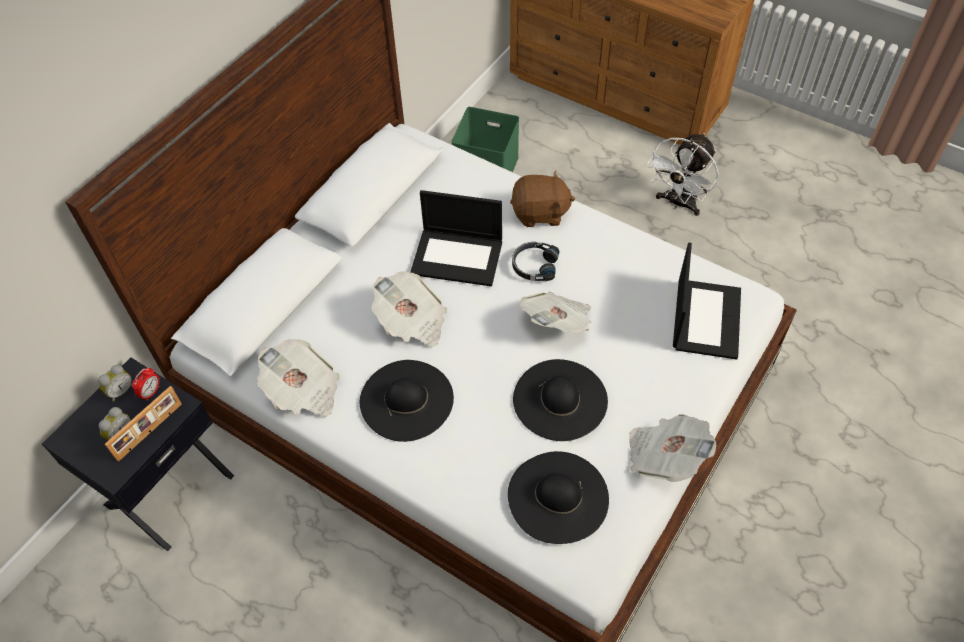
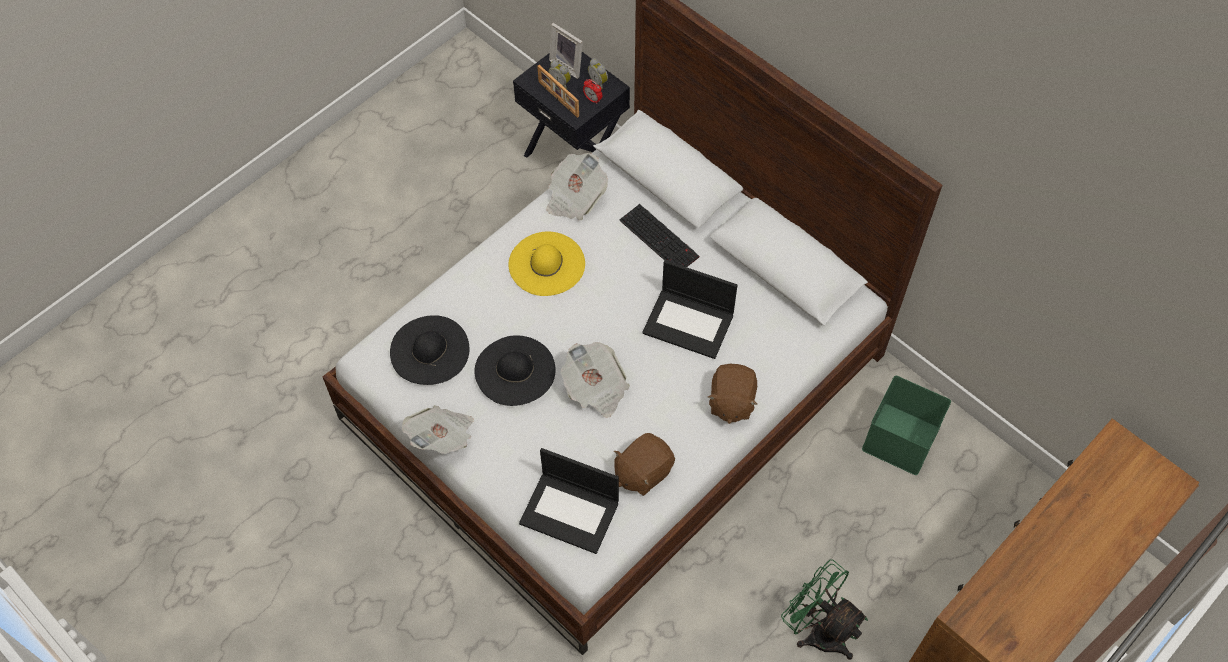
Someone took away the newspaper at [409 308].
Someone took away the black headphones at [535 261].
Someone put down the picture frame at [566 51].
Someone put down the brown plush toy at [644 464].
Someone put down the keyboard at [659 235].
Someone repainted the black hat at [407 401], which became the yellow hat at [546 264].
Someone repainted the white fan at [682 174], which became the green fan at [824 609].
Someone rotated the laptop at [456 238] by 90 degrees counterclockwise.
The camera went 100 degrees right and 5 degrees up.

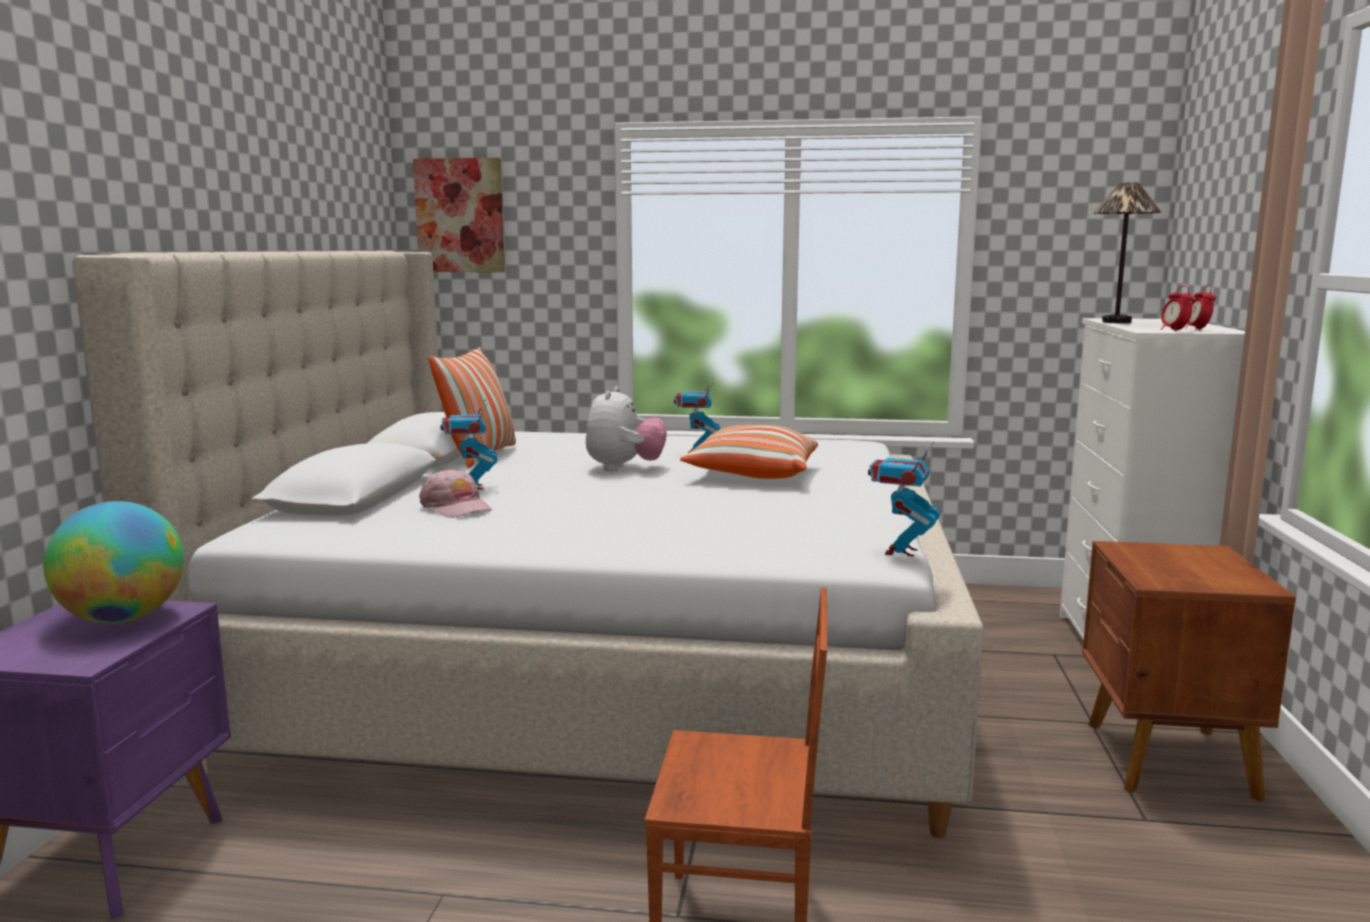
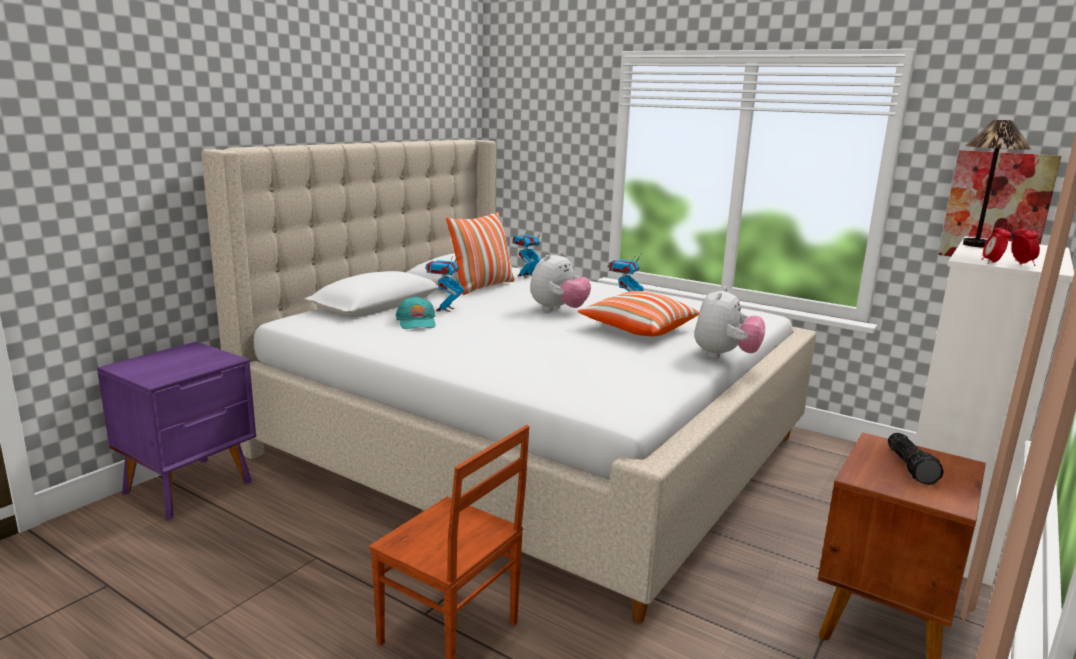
Someone took away the globe at [113 562].
Someone put down the plush toy at [730 322].
Someone put down the flashlight at [916 459].
Someone carried the picture from [459 215] to [999 203].
Someone carried the toy robot from [904 499] to [527 253].
Someone repainted the pink cap at [455 493], which became the turquoise cap at [415 312].
Someone rotated the alarm clock at [1201 308] by 150 degrees clockwise.
The camera went 25 degrees right and 5 degrees up.

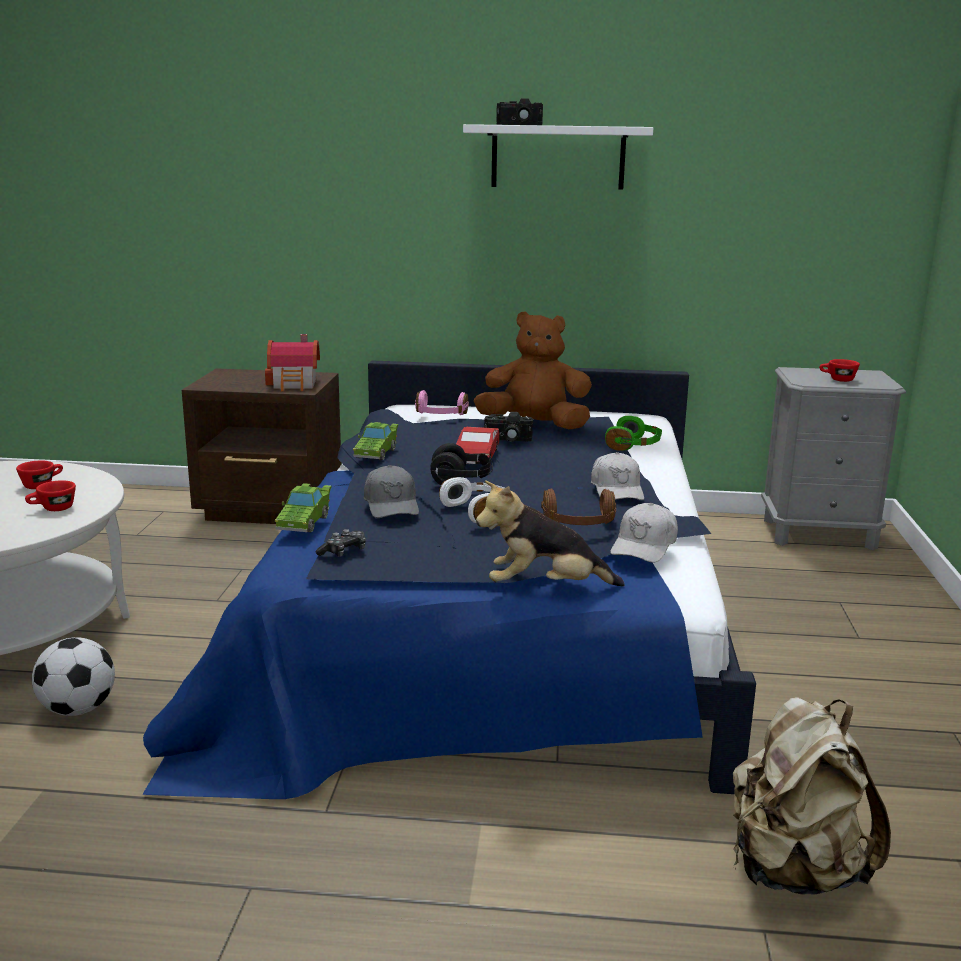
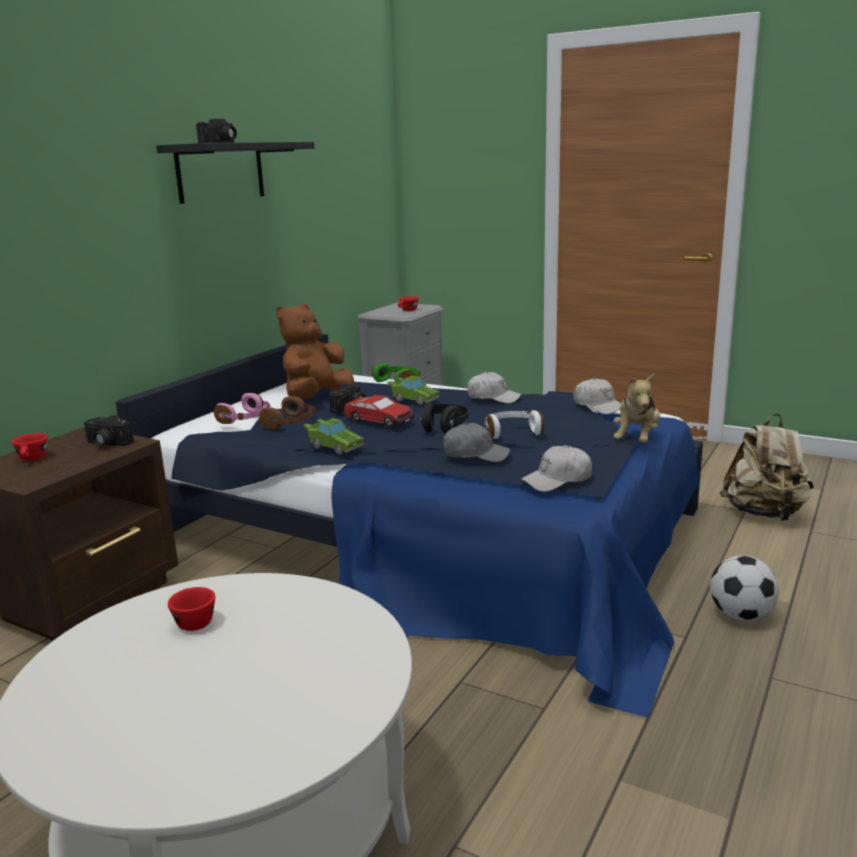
Someone carried the red cup from [50 495] to [30 447].
Someone carried the football from [73 676] to [744 588].
Someone carried the green toy car from [303 507] to [413 390].
Someone carried the brown headphones from [578 506] to [287 412].
Someone swapped the toy house at [292 362] for the photo camera at [109 431].
Someone swapped the game controller at [341 543] for the white cap at [557 468].
Someone repainted the white shelf at [558 157], which became the black shelf at [235 173].
The camera went 65 degrees left and 0 degrees up.

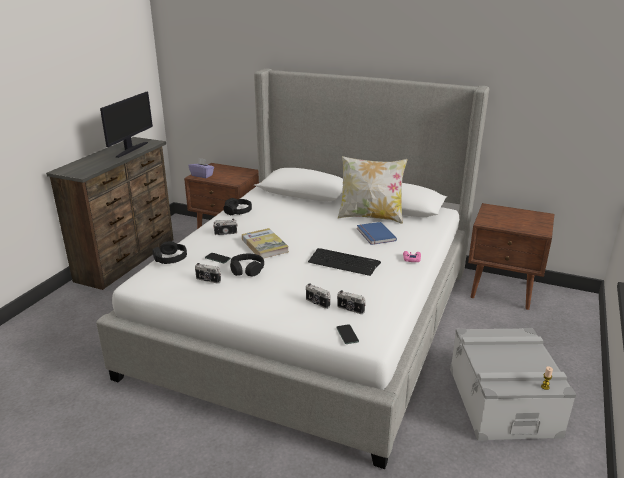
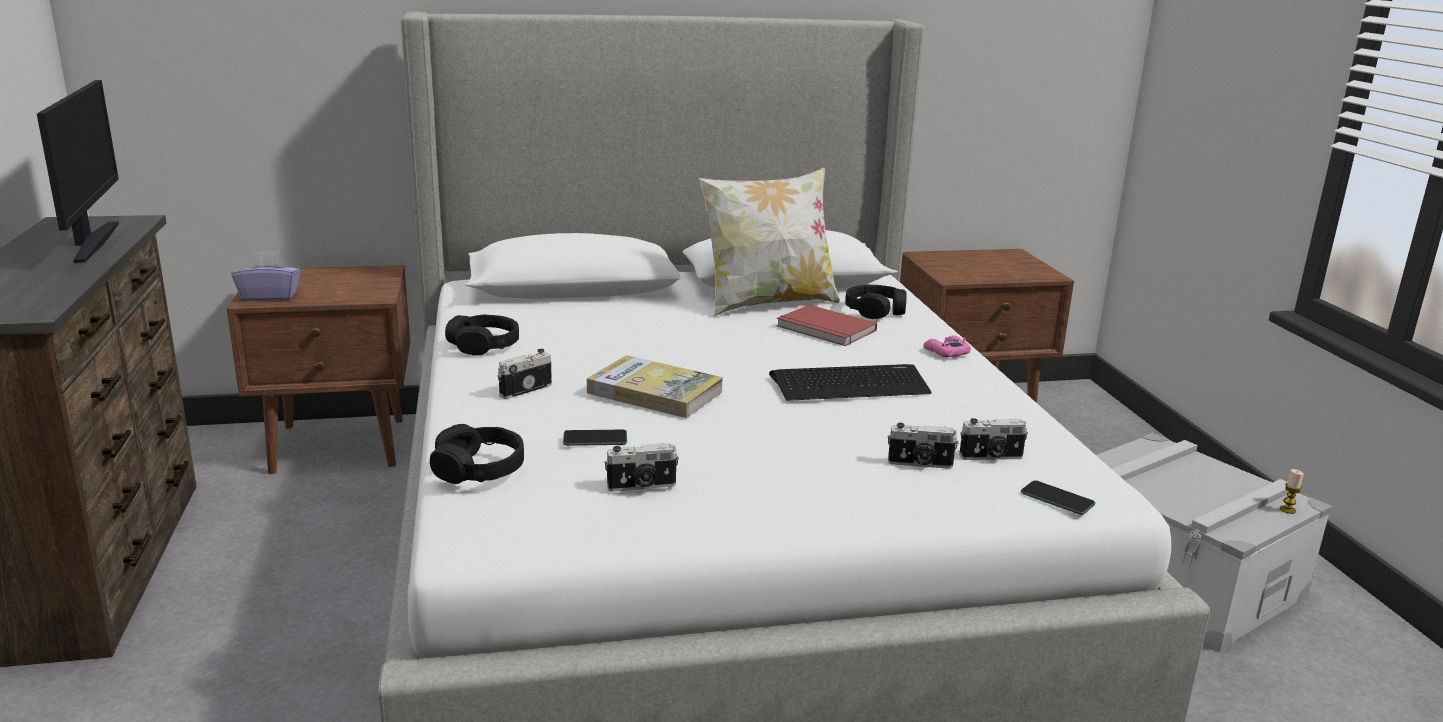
Someone carried the black headphones from [247 265] to [876 302].
Someone repainted the blue book at [377 233], which became the red book at [826 325].
The camera went 35 degrees left and 5 degrees down.

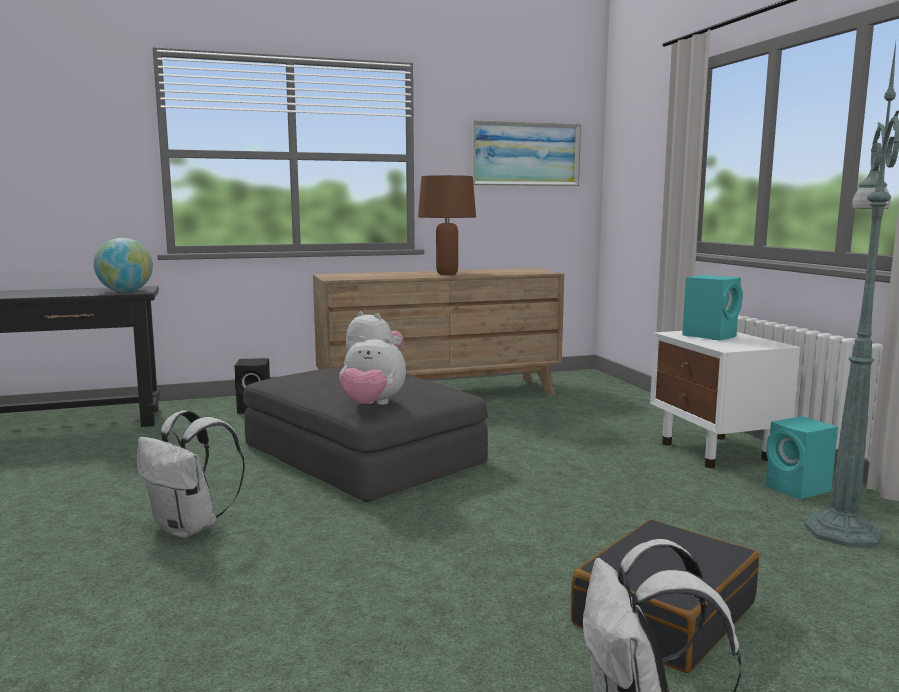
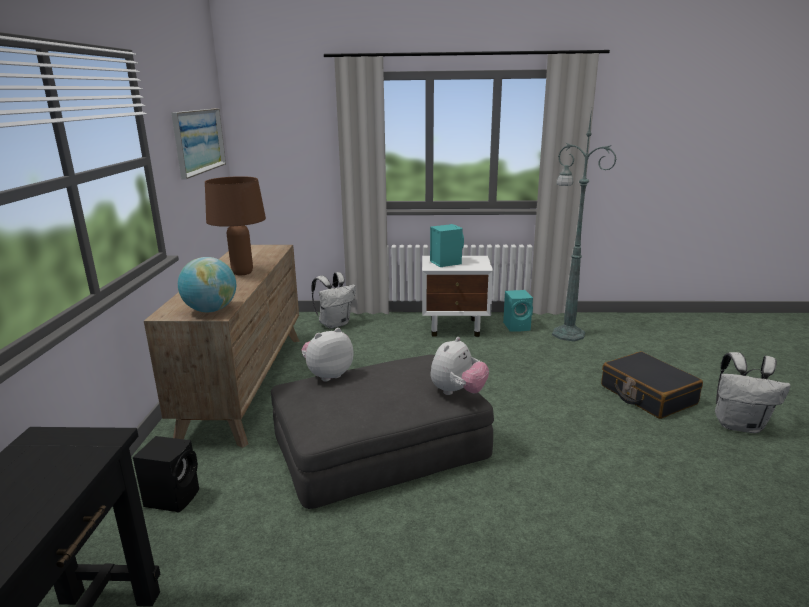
Someone carried the globe from [123 265] to [207 284].
Someone carried the white backpack from [191 474] to [333 300].
The camera went 70 degrees left and 10 degrees up.

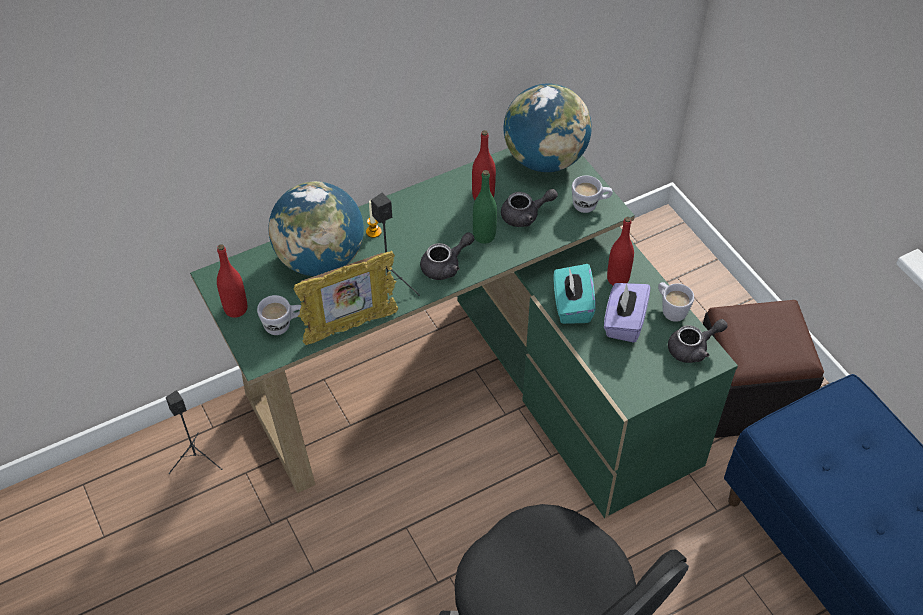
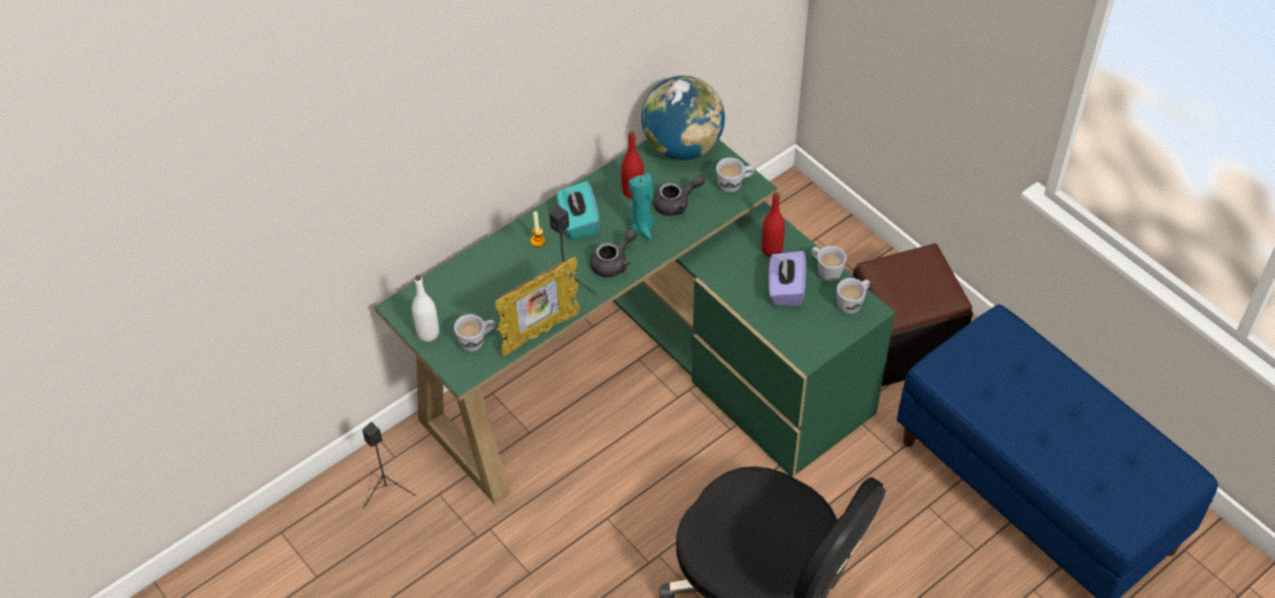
Someone took away the globe at [316 228].
Someone carried the turquoise tissue box from [575 294] to [578 210].
Someone swapped the green bottle at [485 207] for the turquoise candle at [642 206].
Someone swapped the grey teapot at [698 341] for the white mug at [853 296].
Someone repainted the red bottle at [232 281], which became the white bottle at [425 308].
The camera went 10 degrees left and 0 degrees up.

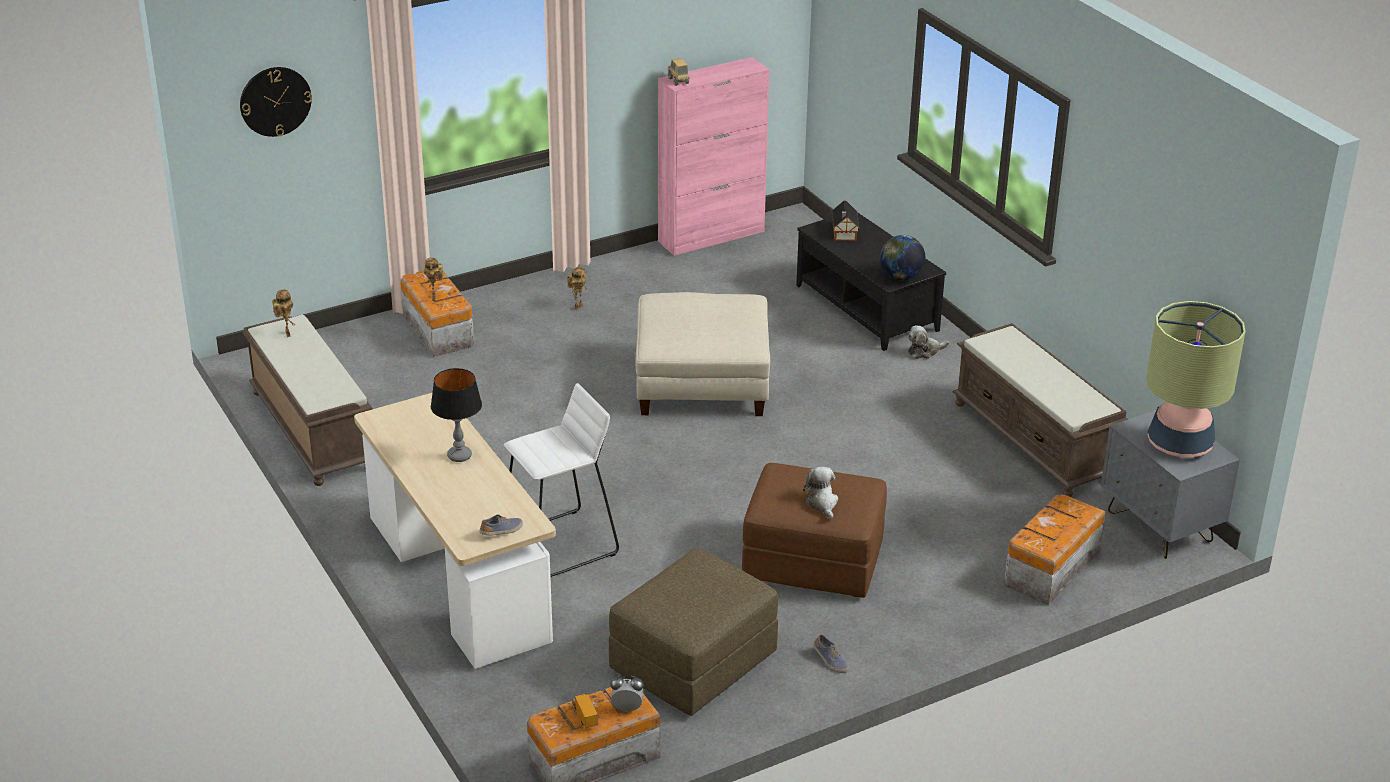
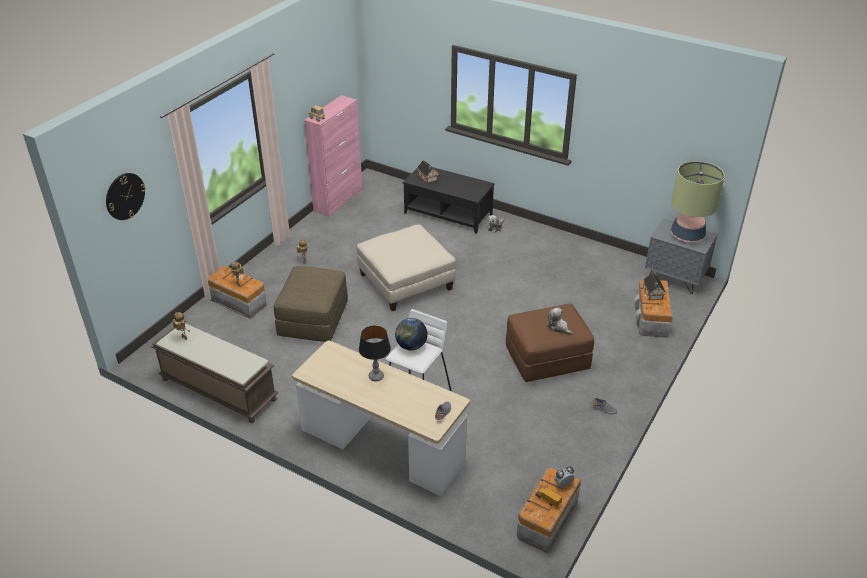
Someone took away the brown bench at [1040 410].
Someone put down the toy house at [654 286].
Someone carried the brown ottoman from [693 632] to [311 304].
Someone carried the globe from [903 257] to [411 334].
The camera went 30 degrees left and 5 degrees up.

